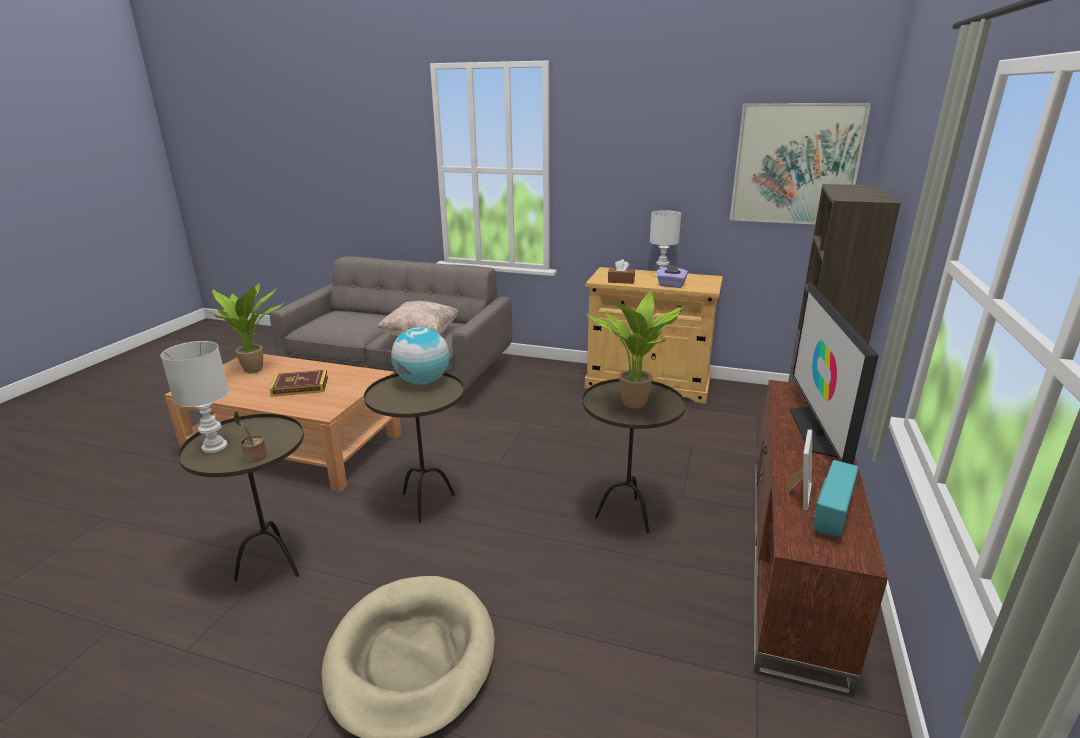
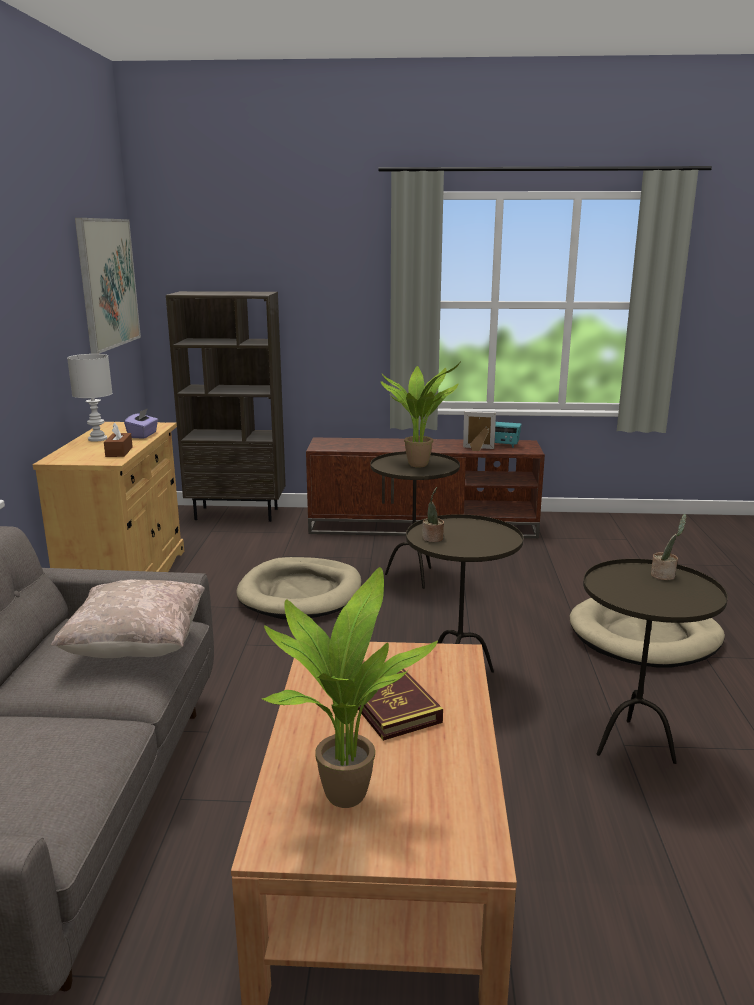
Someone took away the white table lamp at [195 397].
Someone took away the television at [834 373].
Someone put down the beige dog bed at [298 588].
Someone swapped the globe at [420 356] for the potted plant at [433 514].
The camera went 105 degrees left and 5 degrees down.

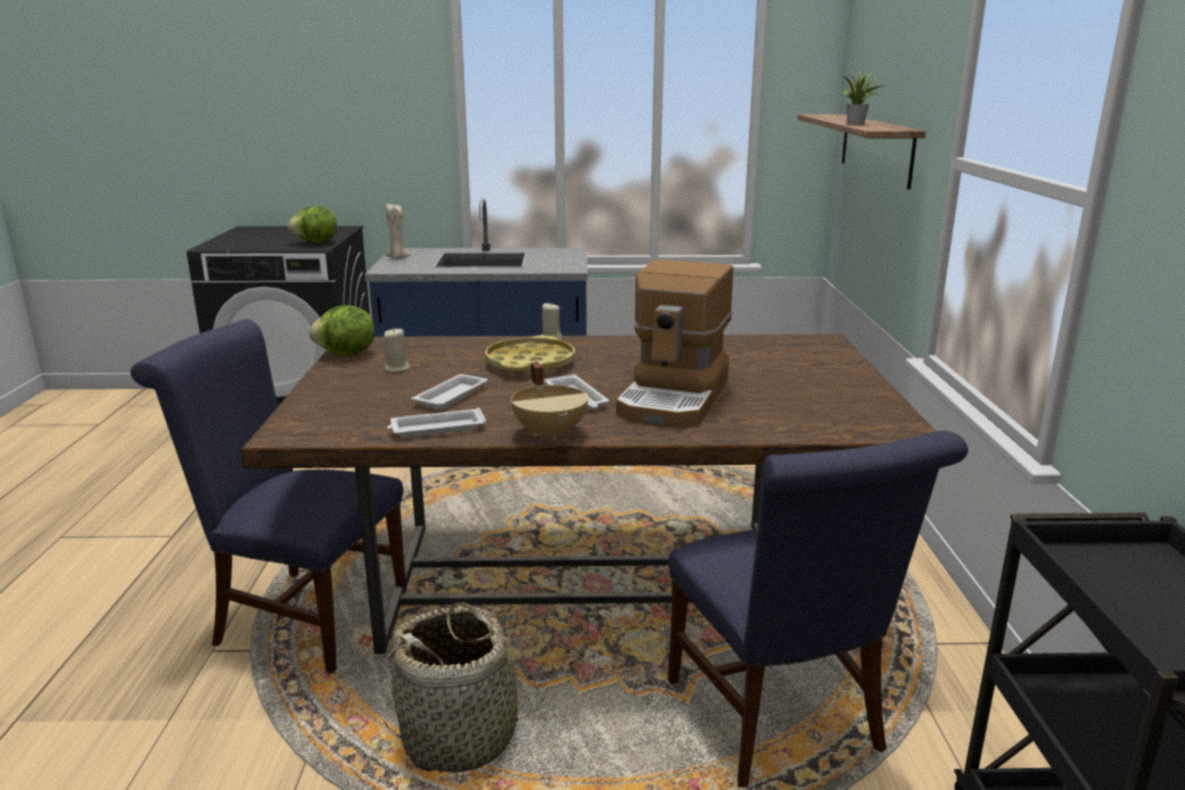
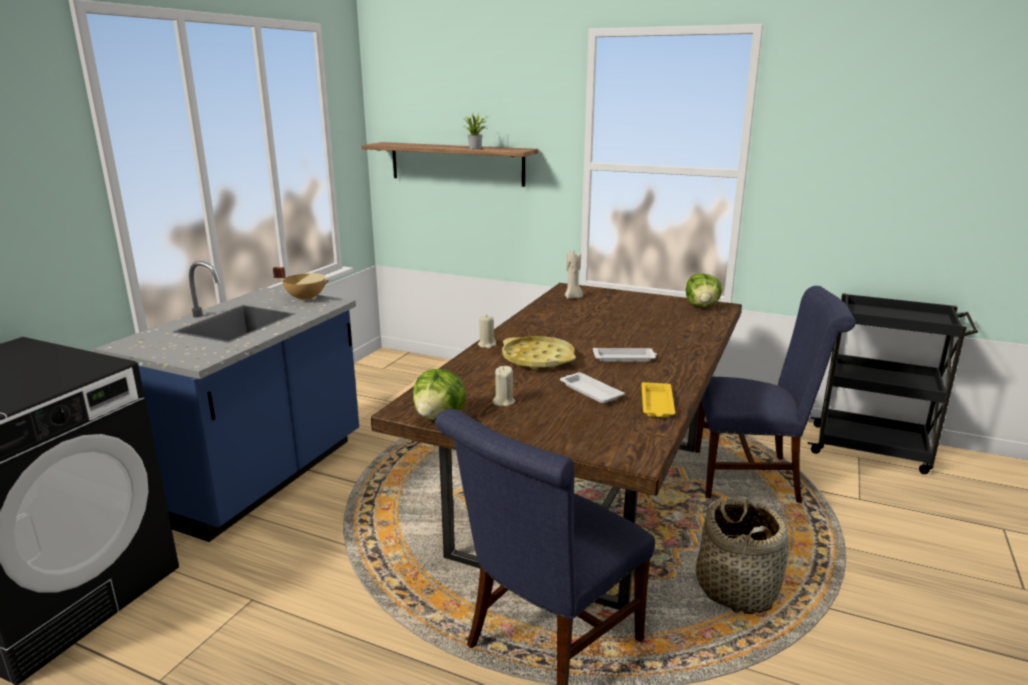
Someone took away the coffee machine at [675 343].
Someone carried the lettuce from [312 224] to [704 290].
Someone carried the beige candle from [398 231] to [574 275].
Someone carried the beige cooking pot from [550 401] to [301 284].
Someone repainted the white tray at [436 423], which became the yellow tray at [658 399].
The camera went 65 degrees left and 0 degrees up.

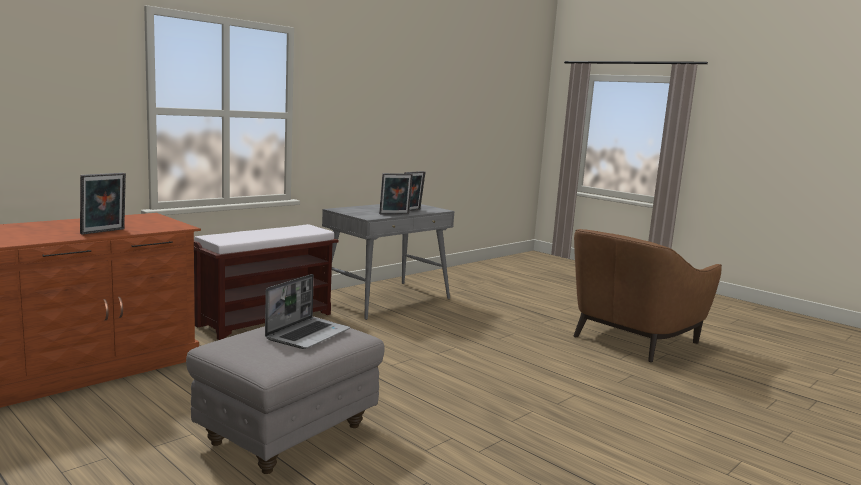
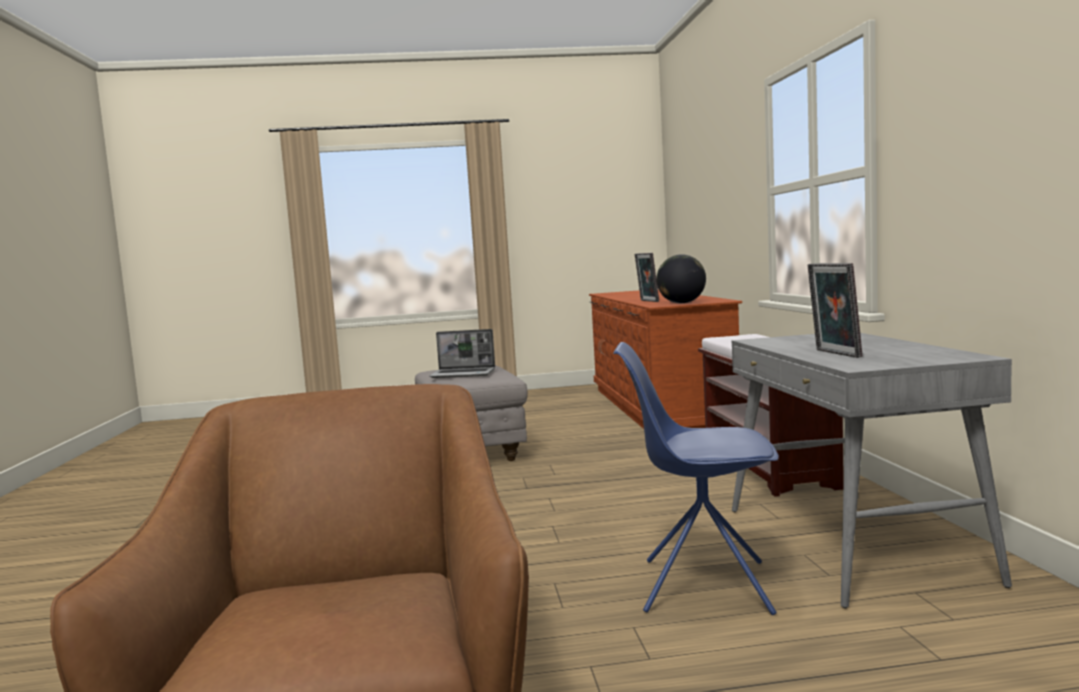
Someone took away the picture frame at [396 194].
Someone put down the blue chair at [696 478].
Someone put down the globe at [681 278].
Someone rotated the laptop at [307 311] by 60 degrees counterclockwise.
The camera went 130 degrees right and 5 degrees down.

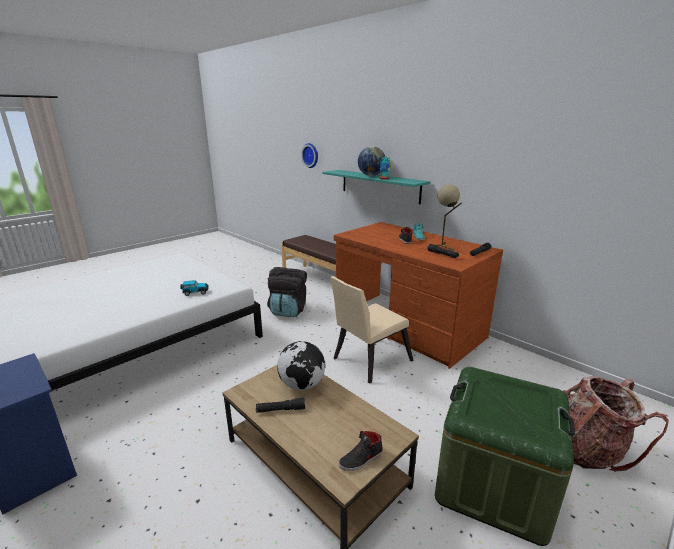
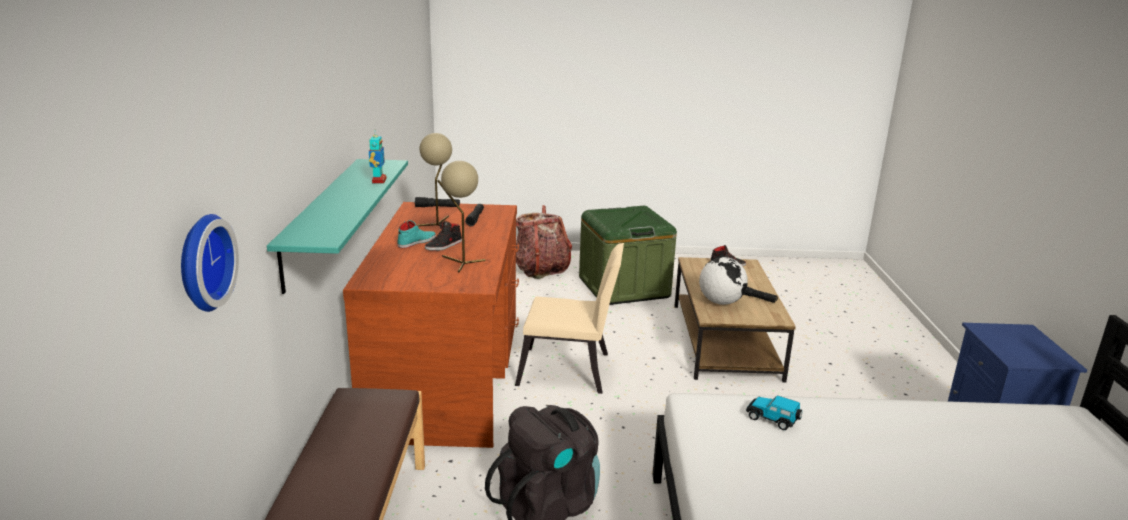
Someone took away the globe at [371 161].
Someone put down the beige table lamp at [461 217].
The camera went 135 degrees left and 0 degrees up.

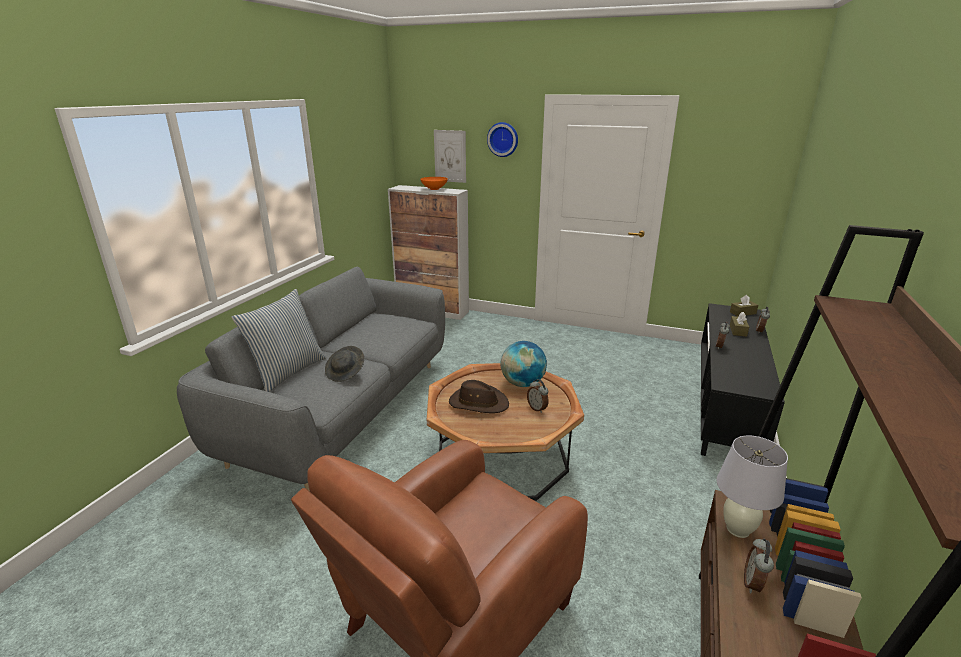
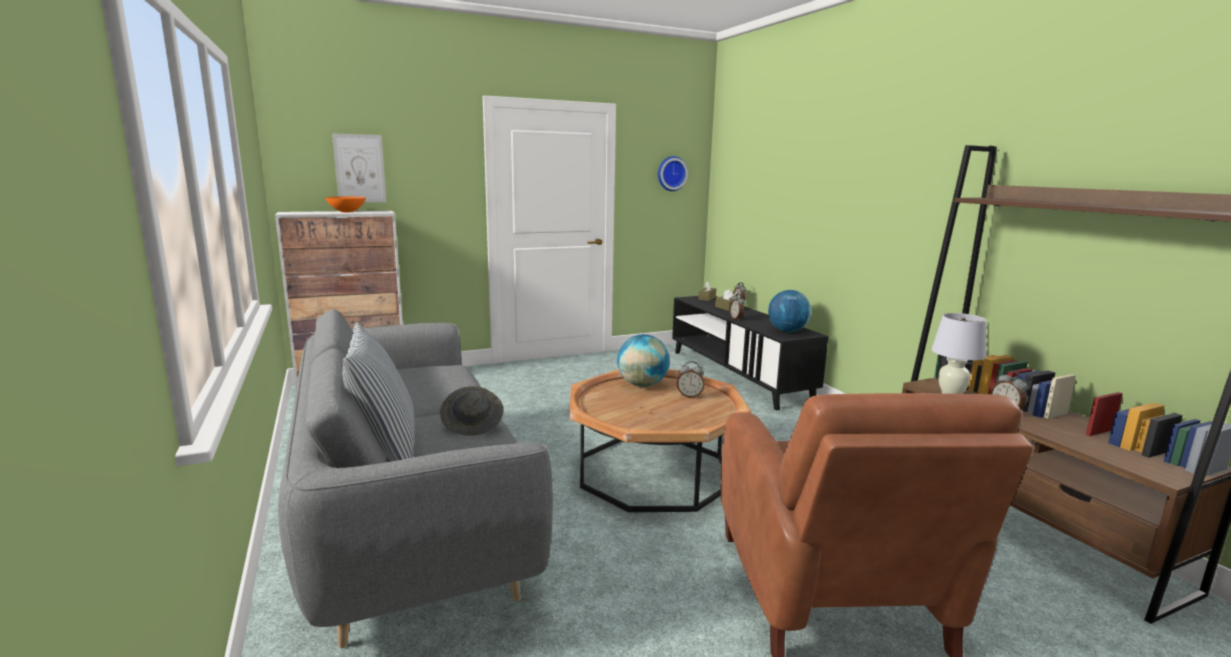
Someone took away the brown hat at [479 396].
Someone put down the globe at [790 311].
Someone carried the wall clock from [502 139] to [673 173].
The camera went 45 degrees left and 10 degrees down.

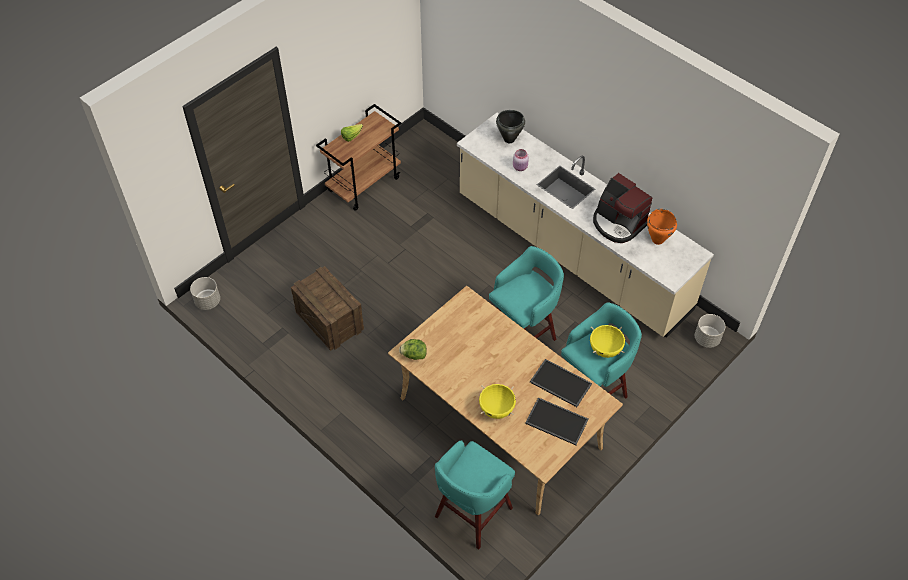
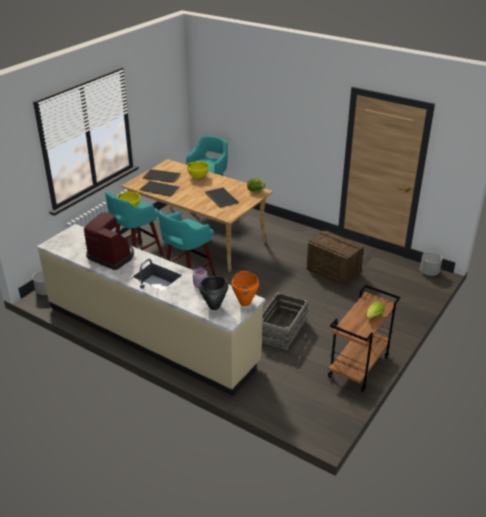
Someone put down the tray at [222 197].
Someone put down the crate at [285 321].
Someone carried the orange cooking pot from [662 227] to [245 288].
The camera went 170 degrees right and 20 degrees down.

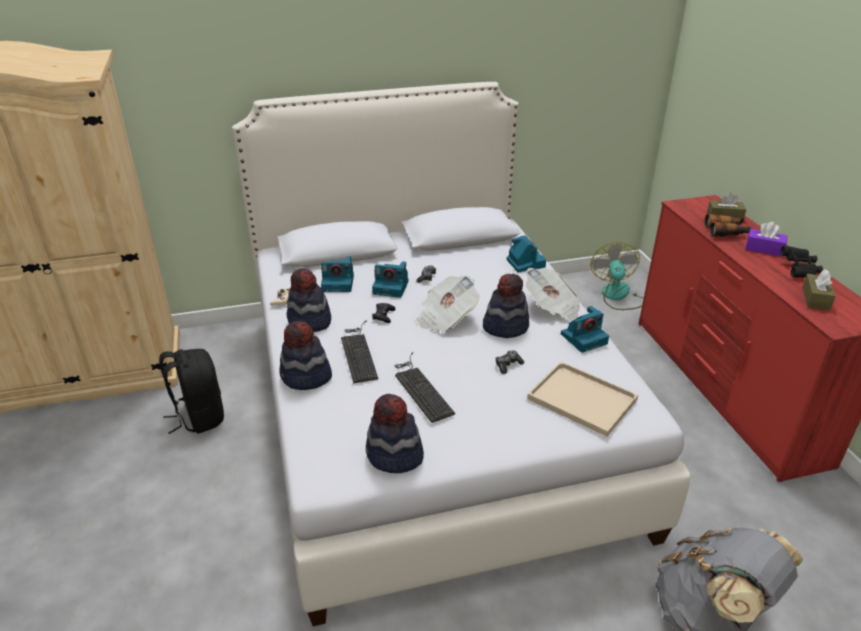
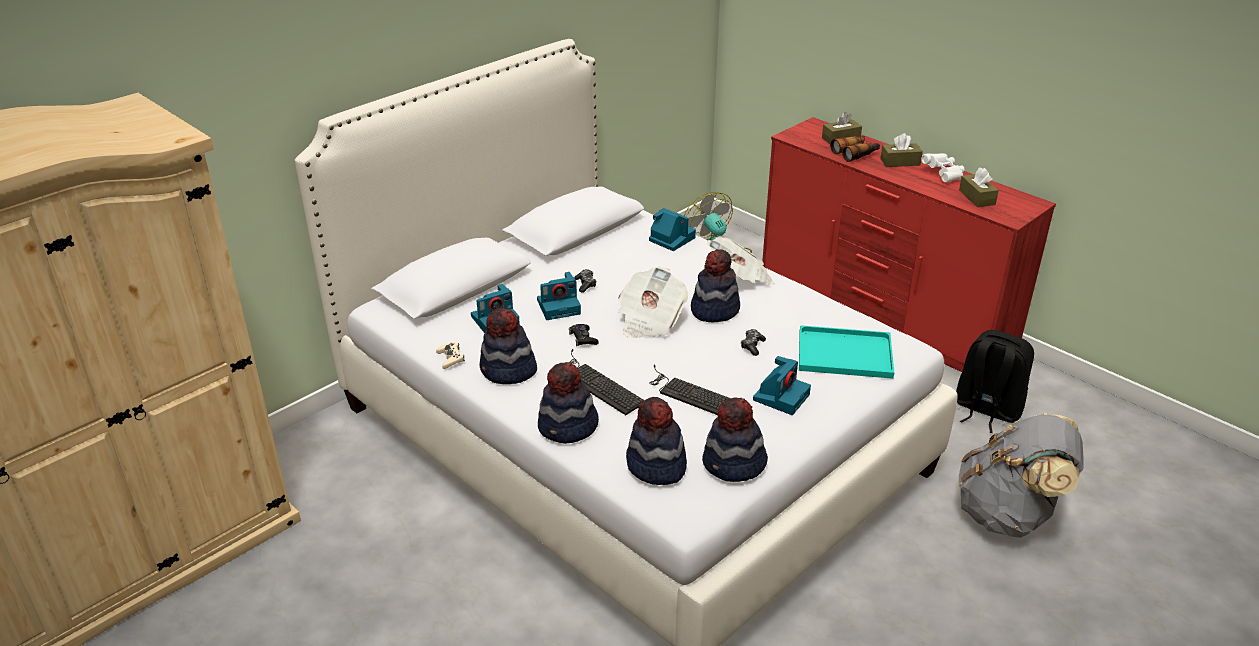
Someone put down the hat at [656 441].
Someone carried the black backpack from [191 391] to [995 381].
Someone carried the photo camera from [585 329] to [782 385].
Someone repainted the beige tray at [582 399], which became the turquoise tray at [846 352].
Someone repainted the purple tissue box at [766 239], which became the brown tissue box at [901 150].
Someone repainted the black binoculars at [801 262], which became the white binoculars at [943 168].
The camera went 30 degrees left and 0 degrees up.

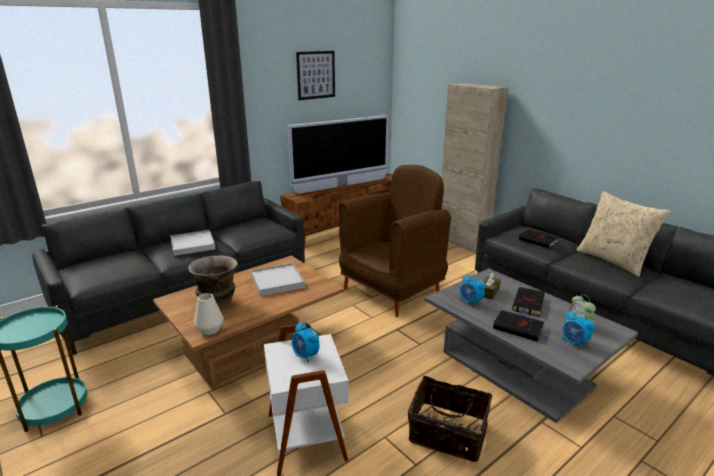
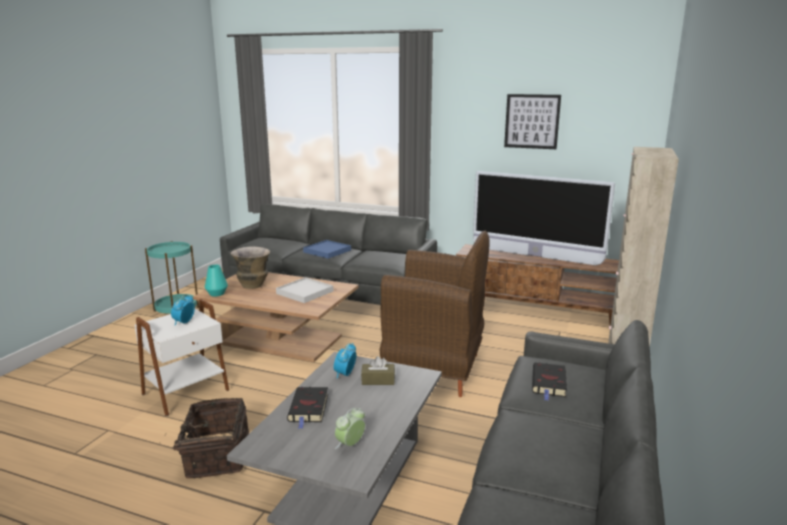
Someone took away the black book at [528 302].
Someone took away the alarm clock at [578 330].
Someone took away the beige pillow at [623 234].
Someone repainted the white tray at [192 243], which became the blue tray at [327 249].
Someone repainted the white vase at [209 314], which became the turquoise vase at [216 281].
The camera went 60 degrees right and 5 degrees down.

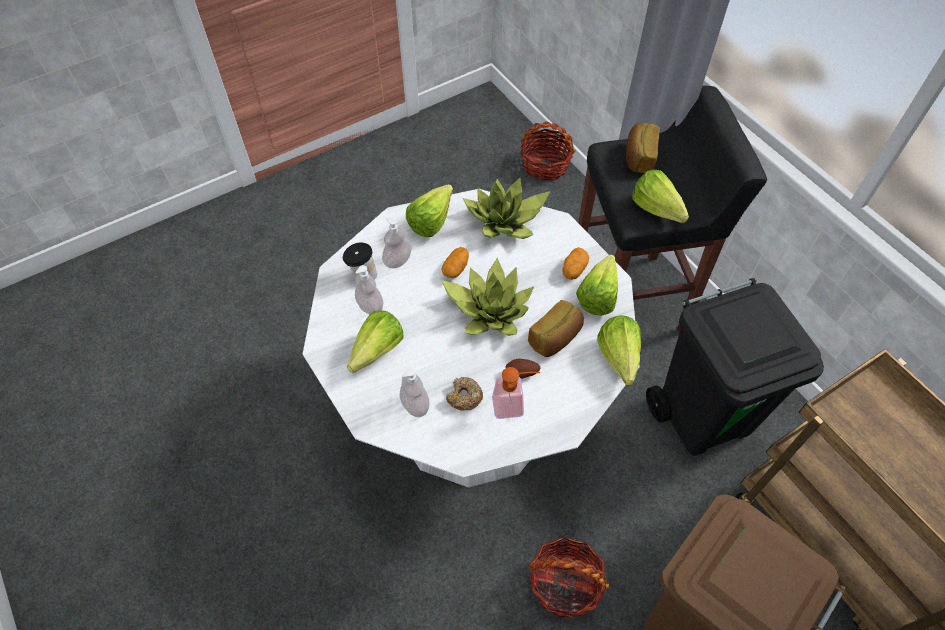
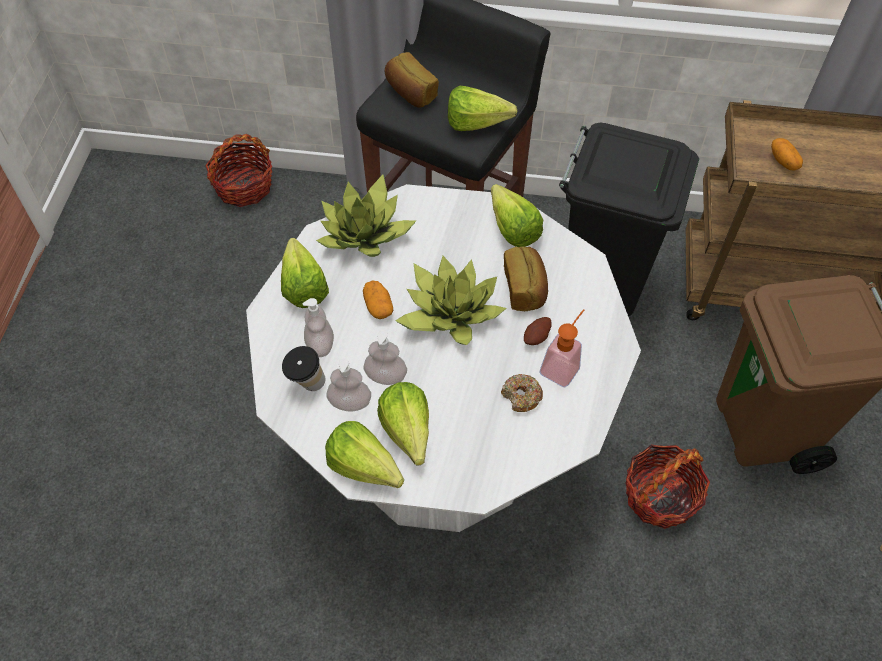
Someone carried the soap dispenser from [415 392] to [385 358].
Someone carried the potato from [575 263] to [787 154].
Someone carried the lettuce from [619 350] to [364 454].
The camera went 50 degrees left and 0 degrees up.

